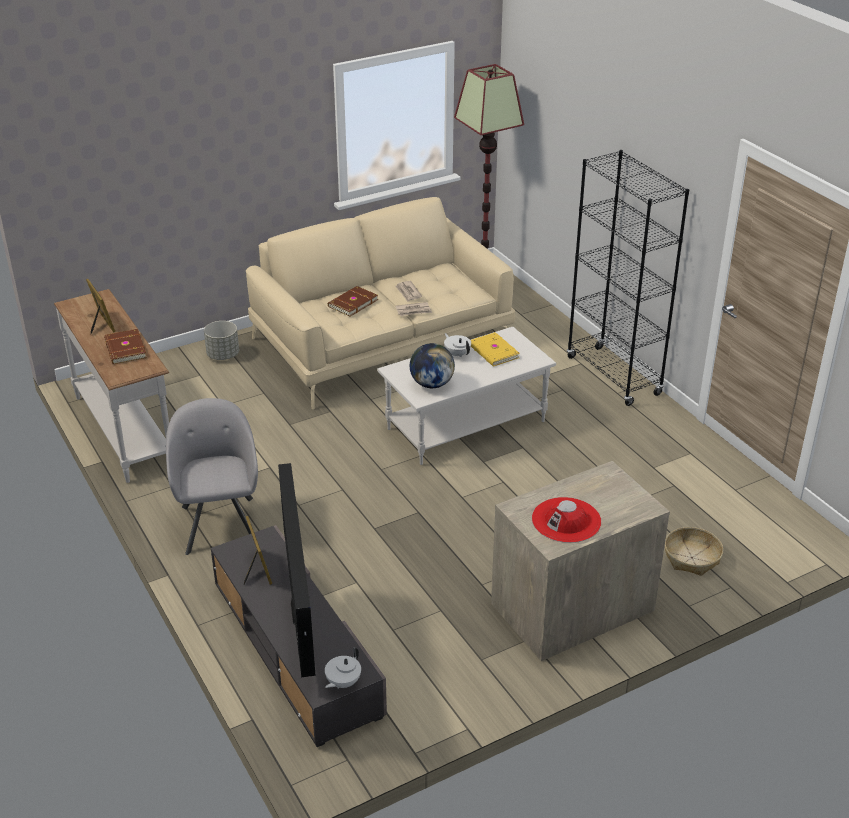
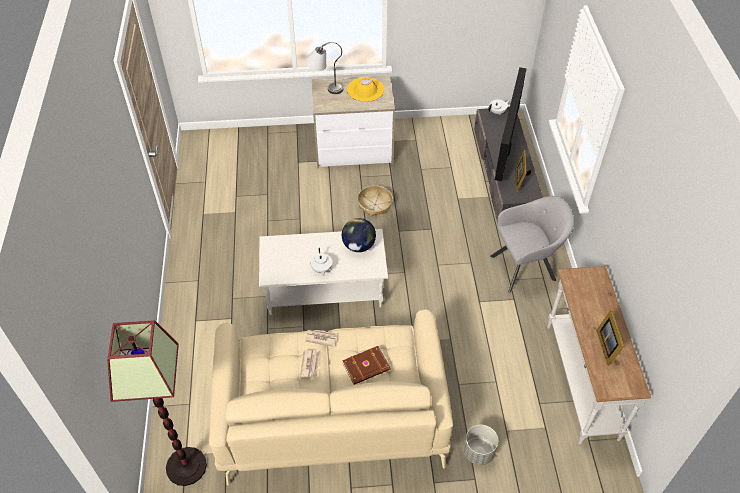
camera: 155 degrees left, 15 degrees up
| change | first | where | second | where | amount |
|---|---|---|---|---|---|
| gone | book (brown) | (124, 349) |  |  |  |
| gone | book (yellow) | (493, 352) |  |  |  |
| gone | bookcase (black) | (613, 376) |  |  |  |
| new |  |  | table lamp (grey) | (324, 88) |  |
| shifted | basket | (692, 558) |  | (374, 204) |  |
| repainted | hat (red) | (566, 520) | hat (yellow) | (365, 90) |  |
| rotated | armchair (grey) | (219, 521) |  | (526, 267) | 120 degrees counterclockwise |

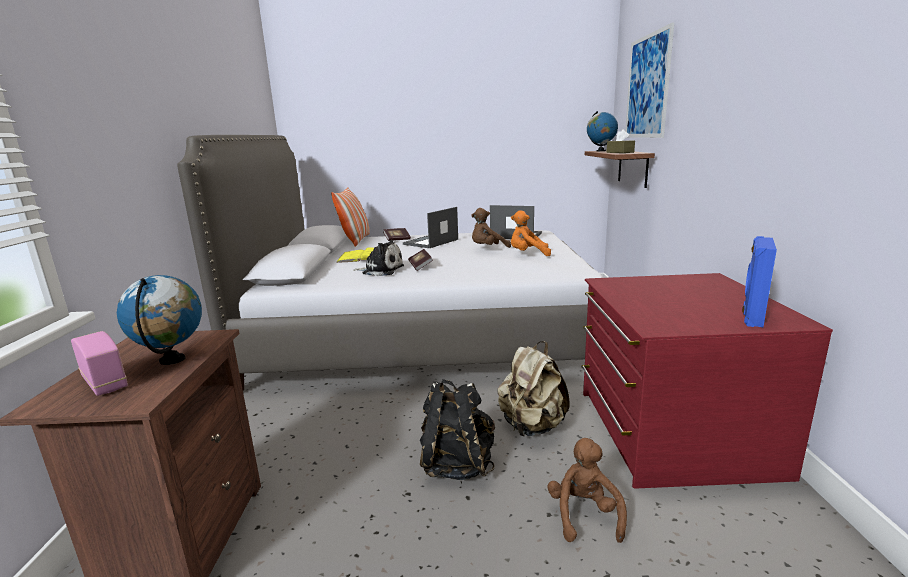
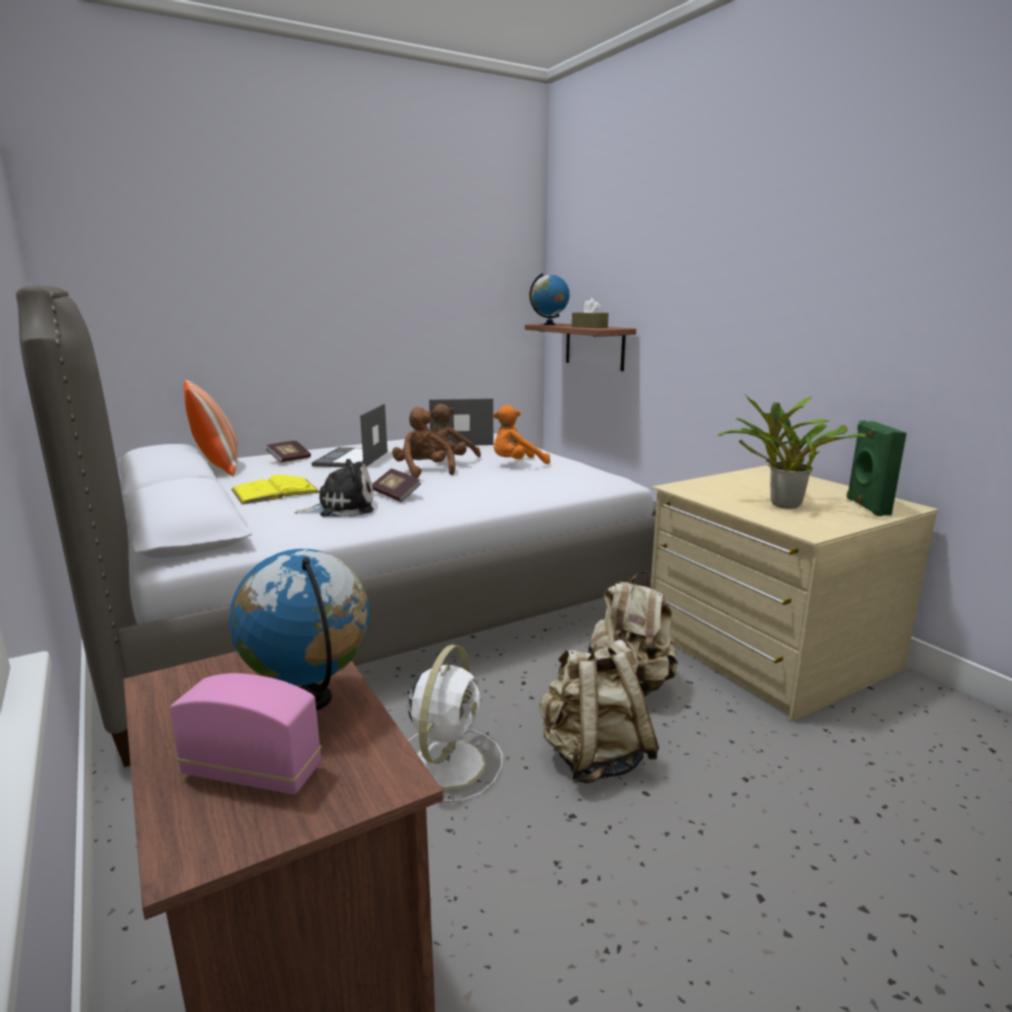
camera: 30 degrees left, 0 degrees up
| change | first | where | second | where | amount |
|---|---|---|---|---|---|
| gone | picture | (647, 87) |  |  |  |
| new |  |  | fan (white) | (449, 762) |  |
| new |  |  | potted plant | (780, 504) |  |
| shifted | plush toy (brown) | (584, 515) |  | (423, 471) |  |
| repainted | backpack (black) | (457, 464) | backpack (beige) | (594, 758) |  |
| repainted | dresser (red) | (671, 431) | dresser (beige) | (766, 651) |  |
| repainted | speaker (blue) | (751, 317) | speaker (green) | (866, 506) |  |

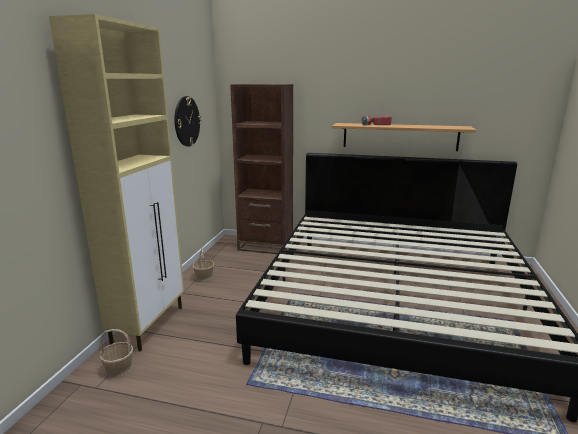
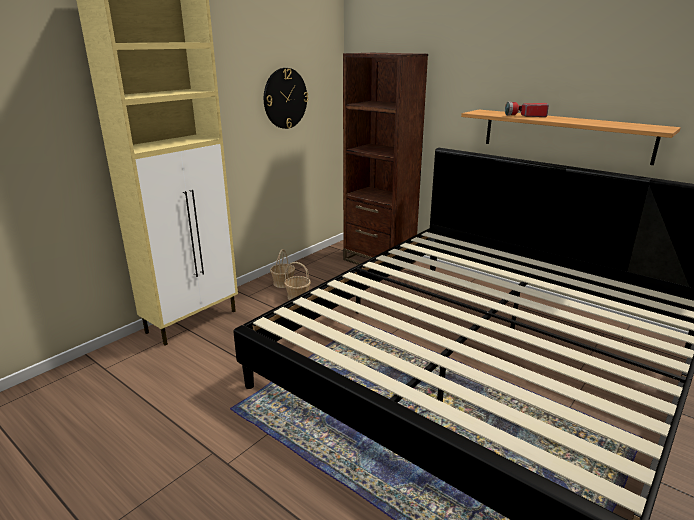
camera: 25 degrees right, 5 degrees up
| change | first | where | second | where | amount |
|---|---|---|---|---|---|
| shifted | basket | (119, 368) |  | (298, 297) |  |

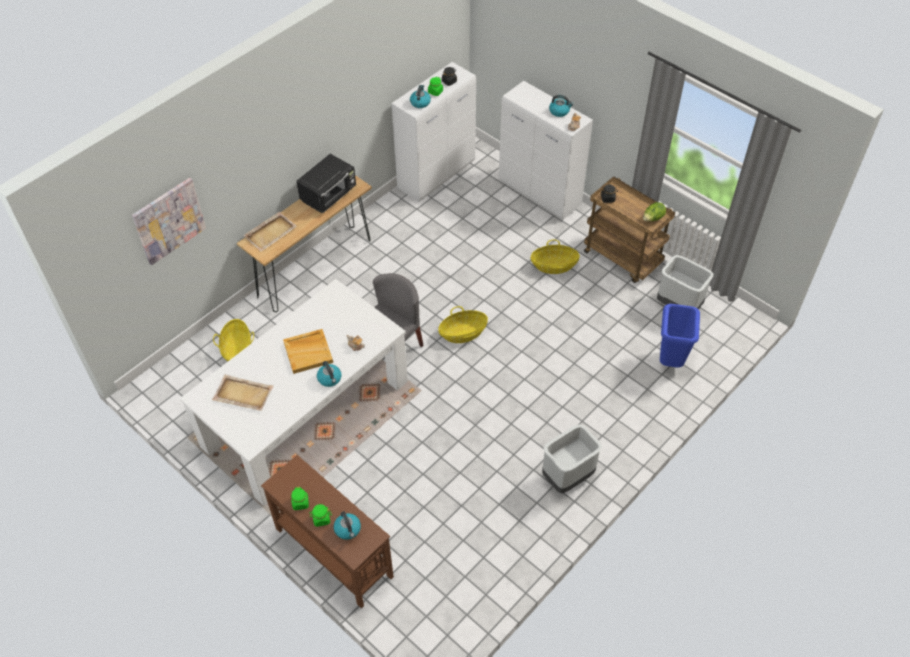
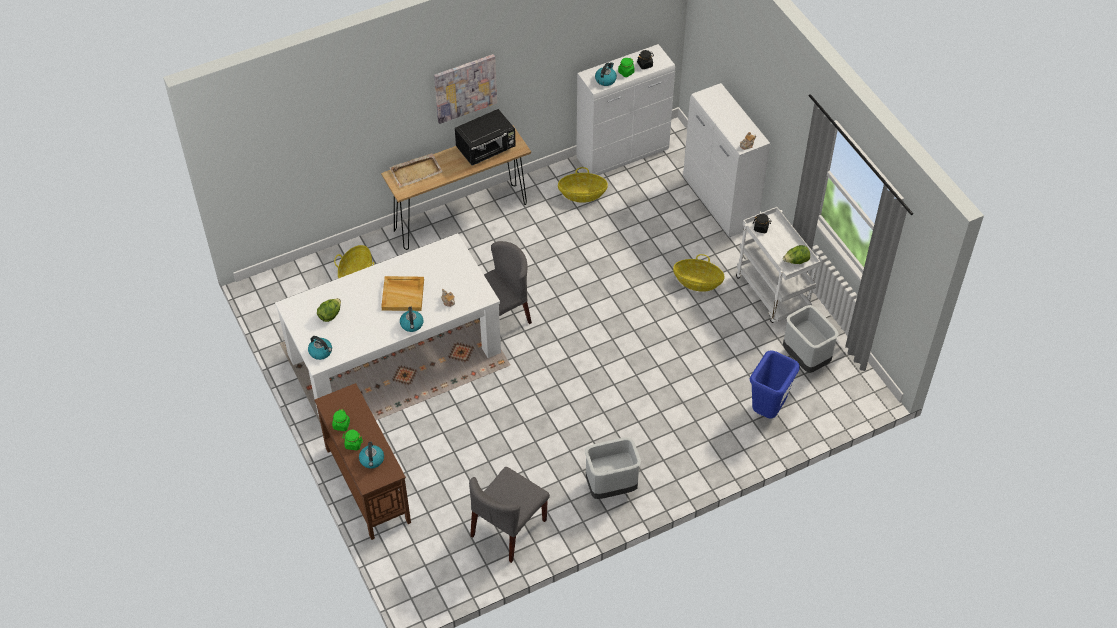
camera: 20 degrees right, 0 degrees up
| change | first | where | second | where | amount |
|---|---|---|---|---|---|
| new |  |  | chair (grey) | (508, 529) |  |
| shifted | picture | (169, 220) |  | (465, 88) |  |
| shifted | basket | (463, 333) |  | (582, 194) |  |
| shifted | kettle | (559, 111) |  | (321, 352) |  |
| swapped | tray (beige) | (242, 394) | lettuce | (330, 315) |  |
| repainted | cart (brown) | (623, 258) | cart (white) | (773, 294) |  |

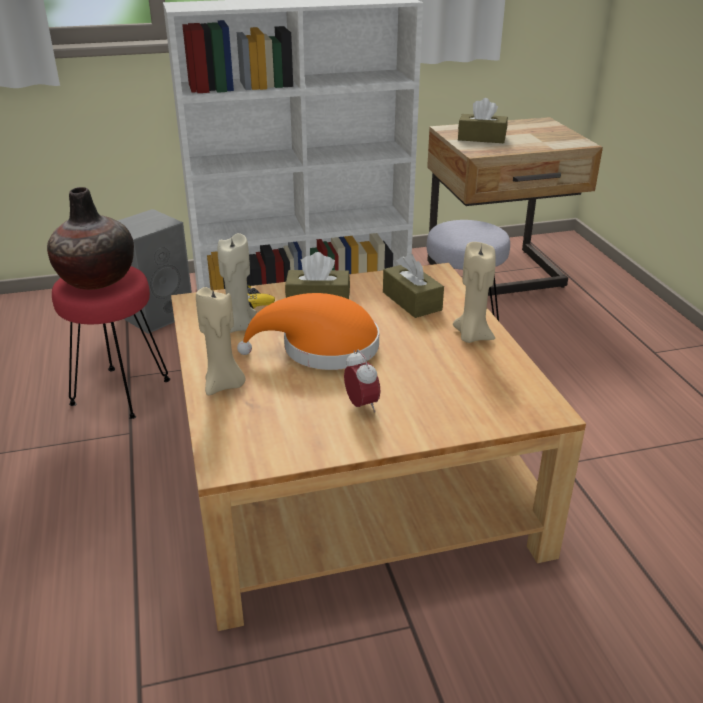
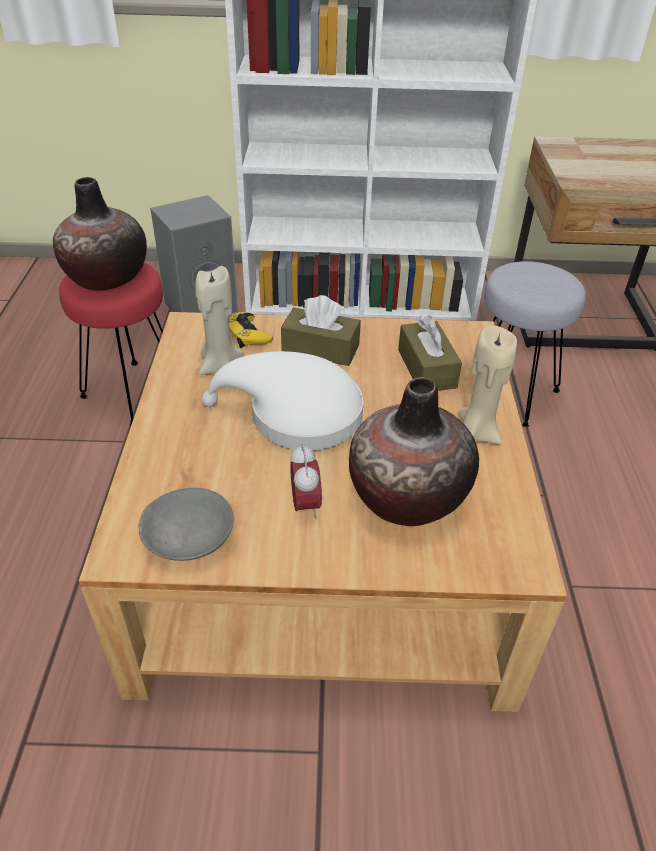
camera: 15 degrees right, 10 degrees up
| change | first | where | second | where | amount |
|---|---|---|---|---|---|
| gone | candle (beige) | (224, 385) |  |  |  |
| gone | tissue box (brown) | (481, 138) |  |  |  |
| new |  |  | bowl (grey) | (187, 536) |  |
| new |  |  | vase | (407, 496) |  |
| repainted | hat (orange) | (322, 348) | hat (white) | (296, 415) |  |

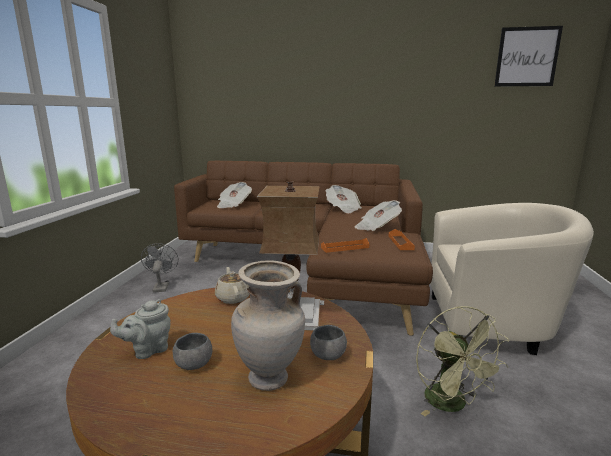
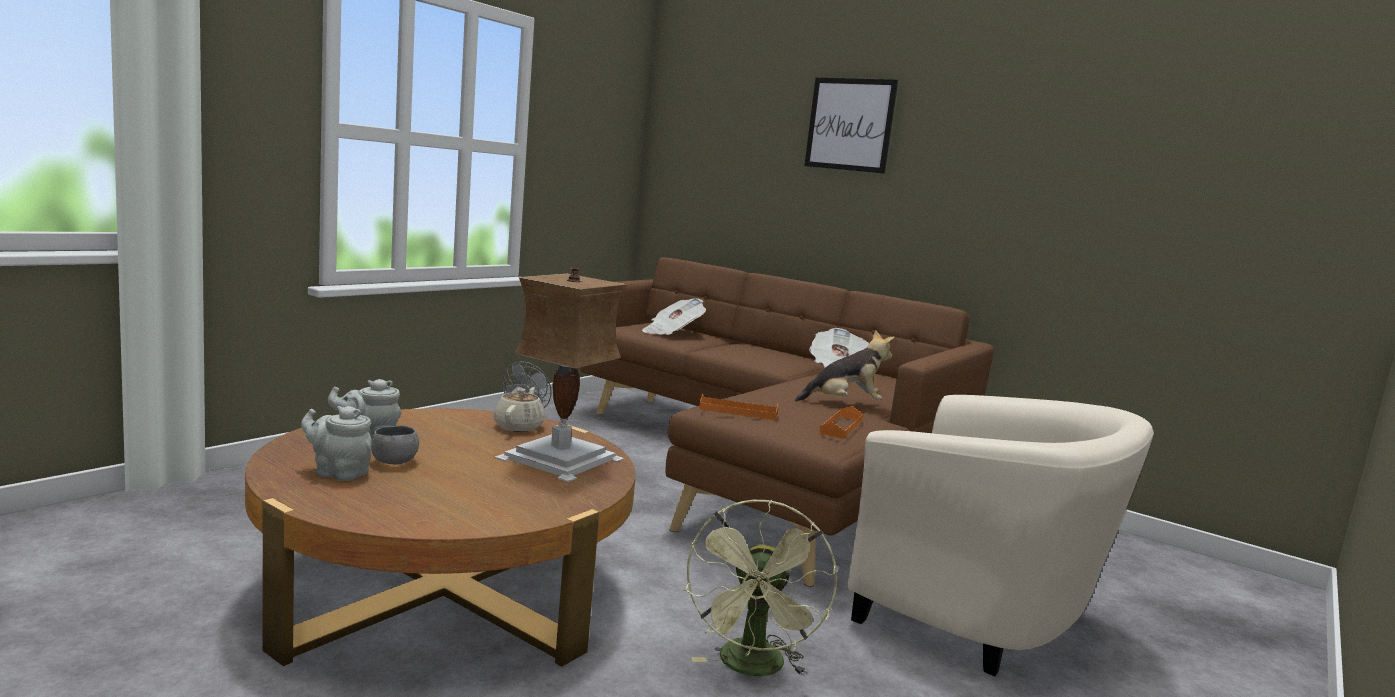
camera: 25 degrees right, 5 degrees down
| change | first | where | second | where | amount |
|---|---|---|---|---|---|
| gone | vase (beige) | (269, 380) |  |  |  |
| gone | bowl (grey) | (328, 355) |  |  |  |
| new |  |  | teapot (grey) | (338, 473) |  |
| shifted | picture | (527, 57) |  | (850, 124) |  |
| swapped | newspaper | (377, 227) | plush toy | (844, 403) |  |

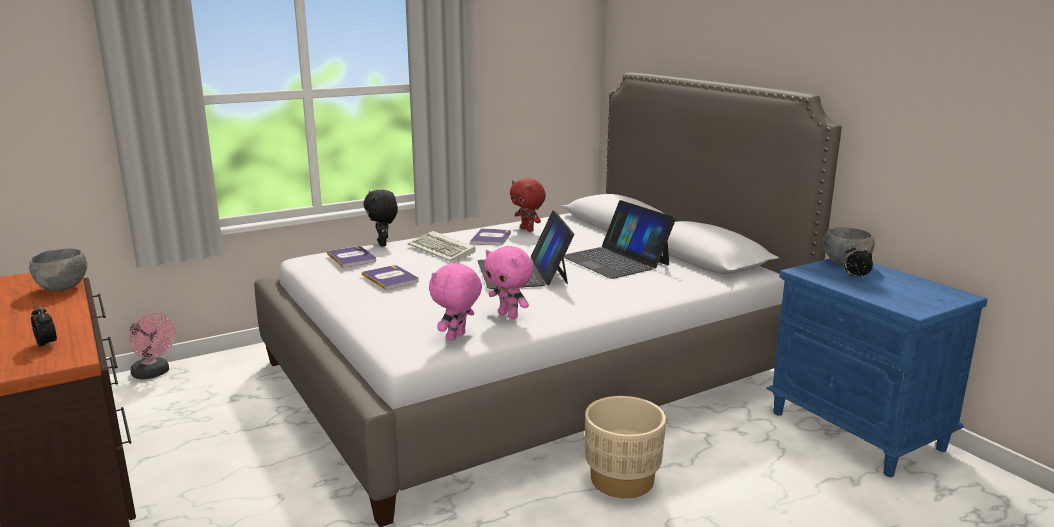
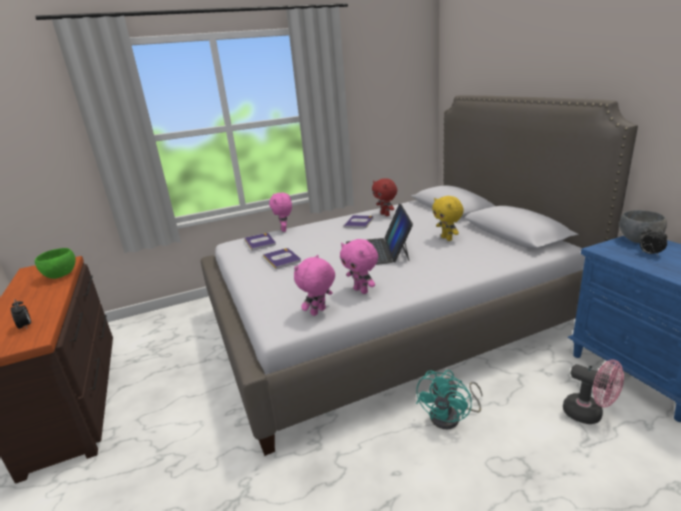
camera: 10 degrees right, 5 degrees up
| change | first | where | second | where | amount |
|---|---|---|---|---|---|
| gone | keyboard | (443, 250) |  |  |  |
| shifted | fan (pink) | (154, 374) |  | (589, 414) |  |
| swapped | laptop | (615, 260) | plush toy (yellow) | (447, 238) |  |
| swapped | planter (beige) | (622, 480) | fan (turquoise) | (451, 417) |  |
| repainted | bowl (grey) | (63, 288) | bowl (green) | (61, 275) |  |
| repainted | plush toy (black) | (383, 244) | plush toy (pink) | (284, 230) |  |

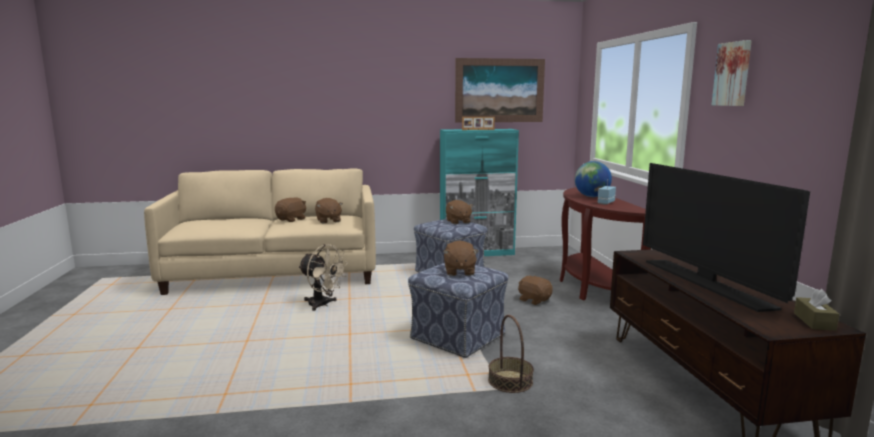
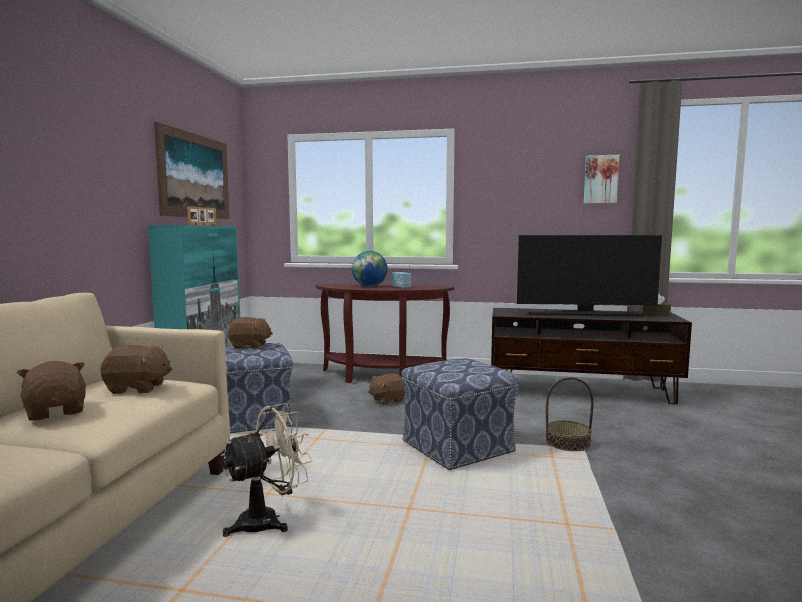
camera: 70 degrees left, 5 degrees down
| change | first | where | second | where | amount |
|---|---|---|---|---|---|
| gone | plush toy (brown) | (459, 271) |  |  |  |
| shifted | picture | (733, 74) |  | (600, 179) |  |

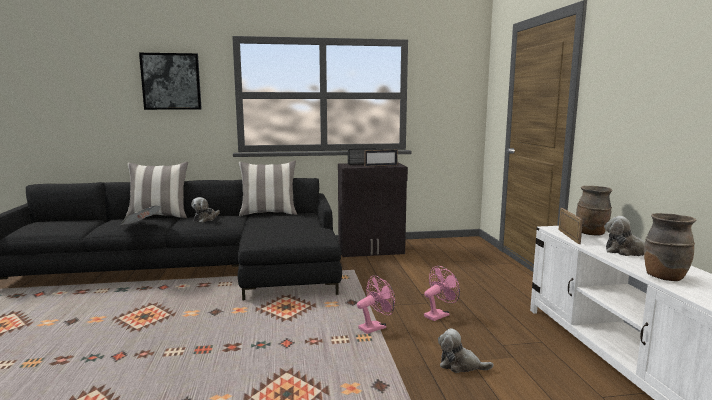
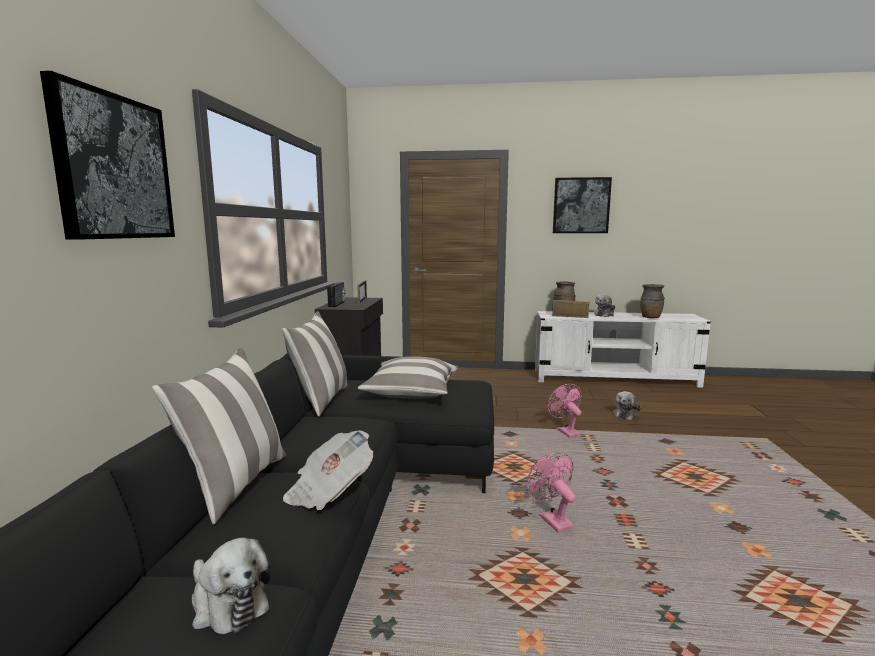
camera: 75 degrees left, 0 degrees up
| change | first | where | second | where | amount |
|---|---|---|---|---|---|
| new |  |  | pillow | (411, 392) |  |
| new |  |  | picture | (581, 205) |  |
| shifted | plush toy | (205, 219) |  | (227, 603) |  |
| shifted | fan (pink) | (439, 315) |  | (551, 519) |  |

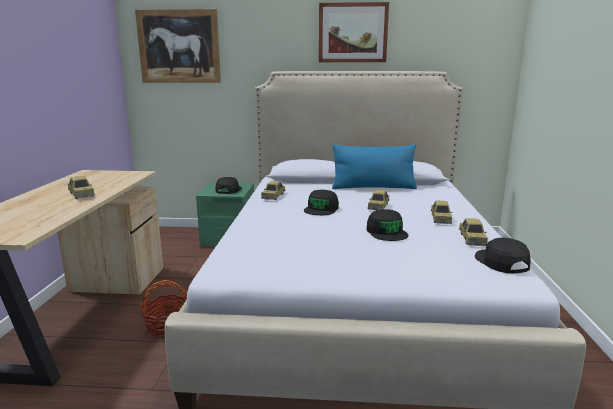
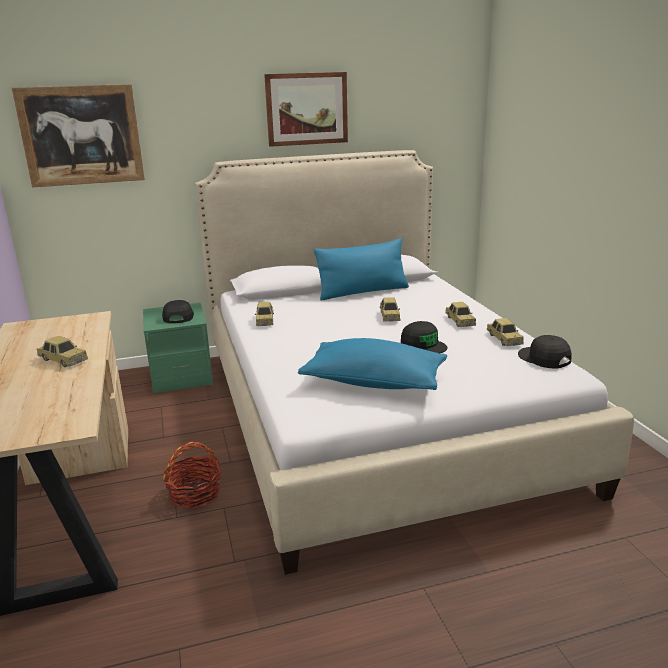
camera: 20 degrees left, 5 degrees up
| change | first | where | second | where | amount |
|---|---|---|---|---|---|
| gone | cap (black) | (321, 209) |  |  |  |
| new |  |  | pillow (blue) | (374, 382) |  |

